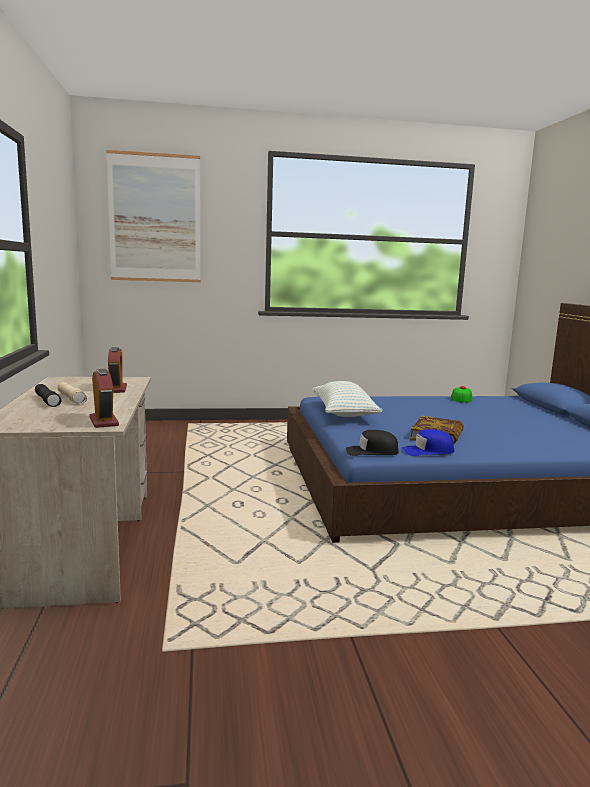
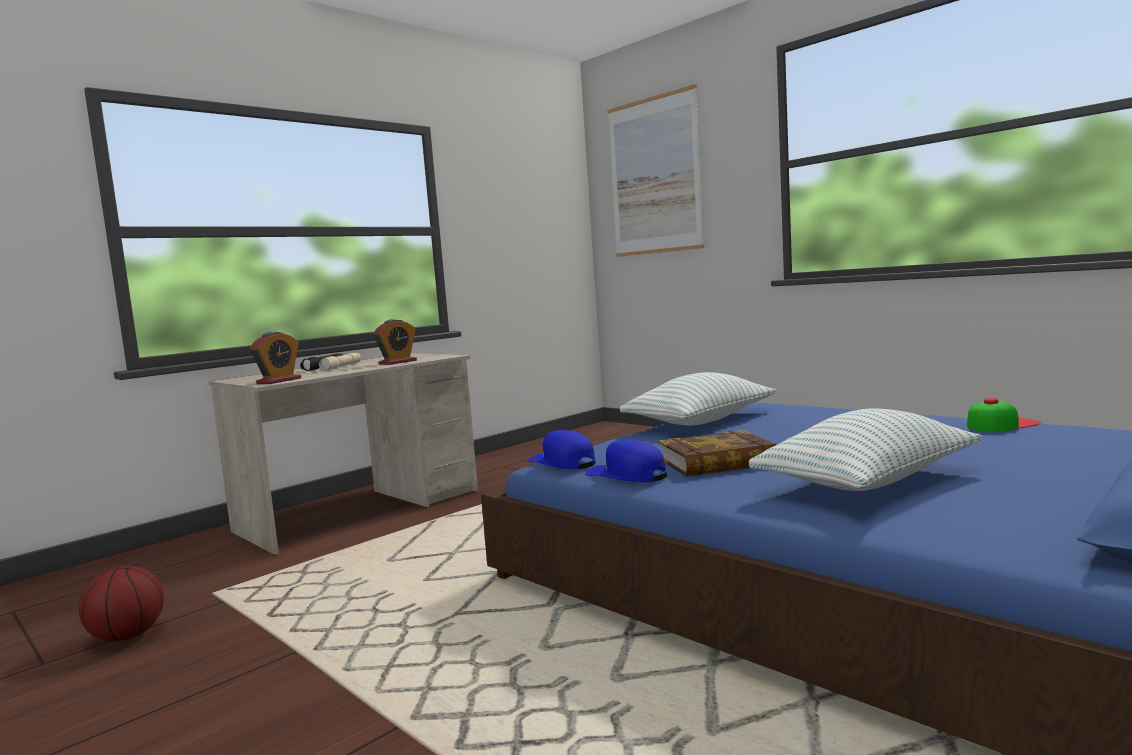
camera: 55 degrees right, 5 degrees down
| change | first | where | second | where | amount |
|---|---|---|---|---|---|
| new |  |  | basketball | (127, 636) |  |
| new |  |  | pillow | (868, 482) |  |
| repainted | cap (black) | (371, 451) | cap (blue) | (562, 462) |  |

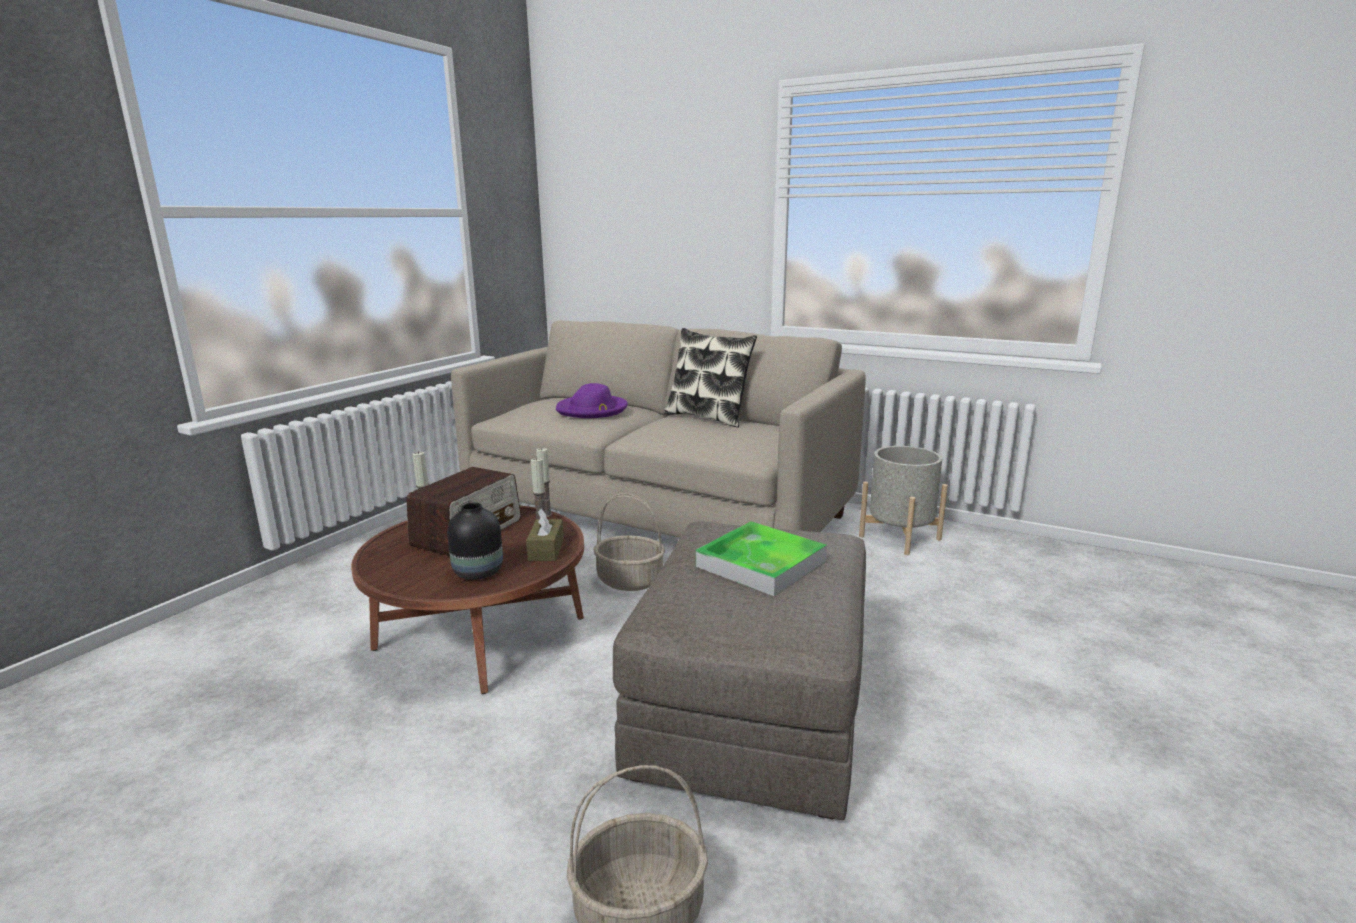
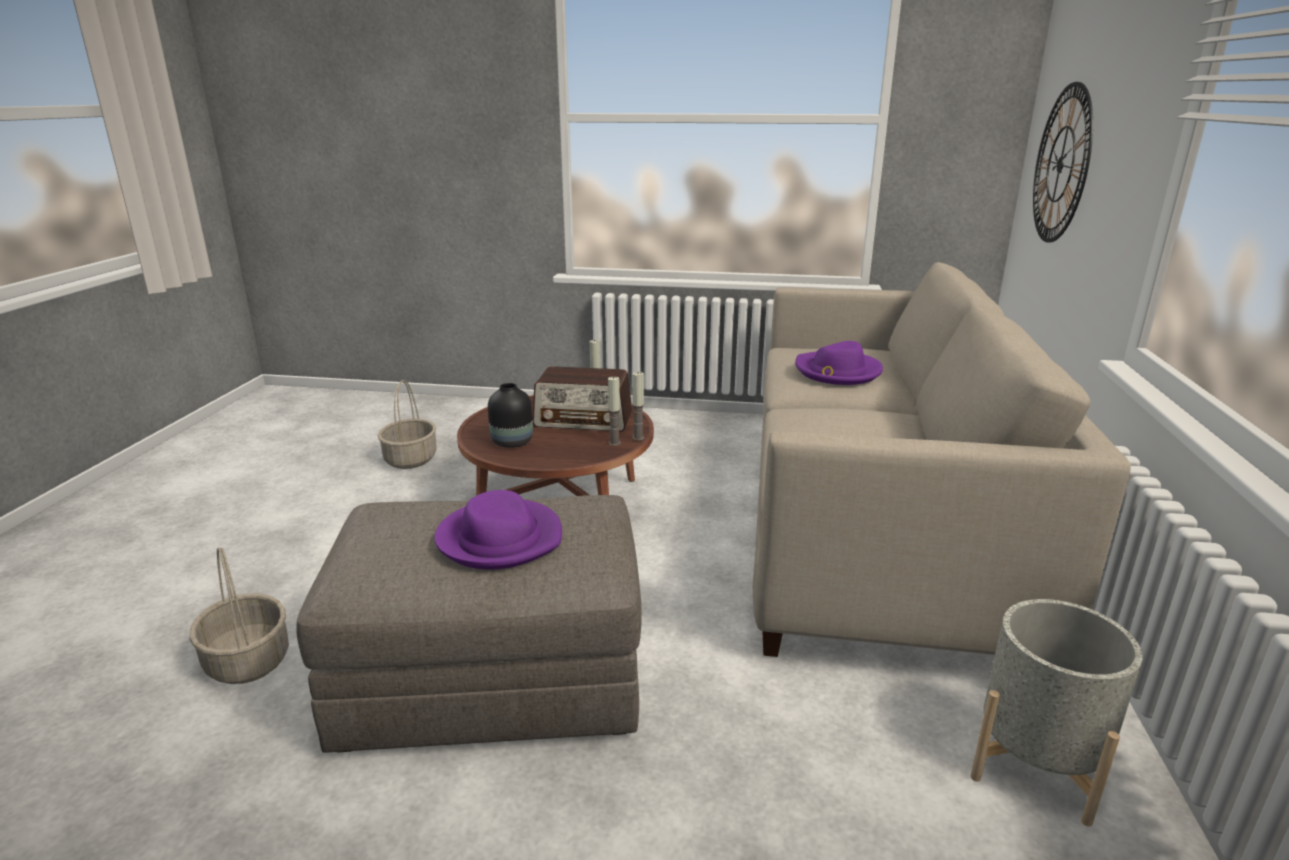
camera: 70 degrees right, 5 degrees up
| change | first | where | second | where | amount |
|---|---|---|---|---|---|
| gone | tissue box (brown) | (546, 549) |  |  |  |
| gone | pillow | (708, 417) |  |  |  |
| new |  |  | wall clock | (1061, 164) |  |
| shifted | basket | (631, 580) |  | (411, 459) |  |
| swapped | tray | (761, 564) | hat (purple) | (500, 538) |  |

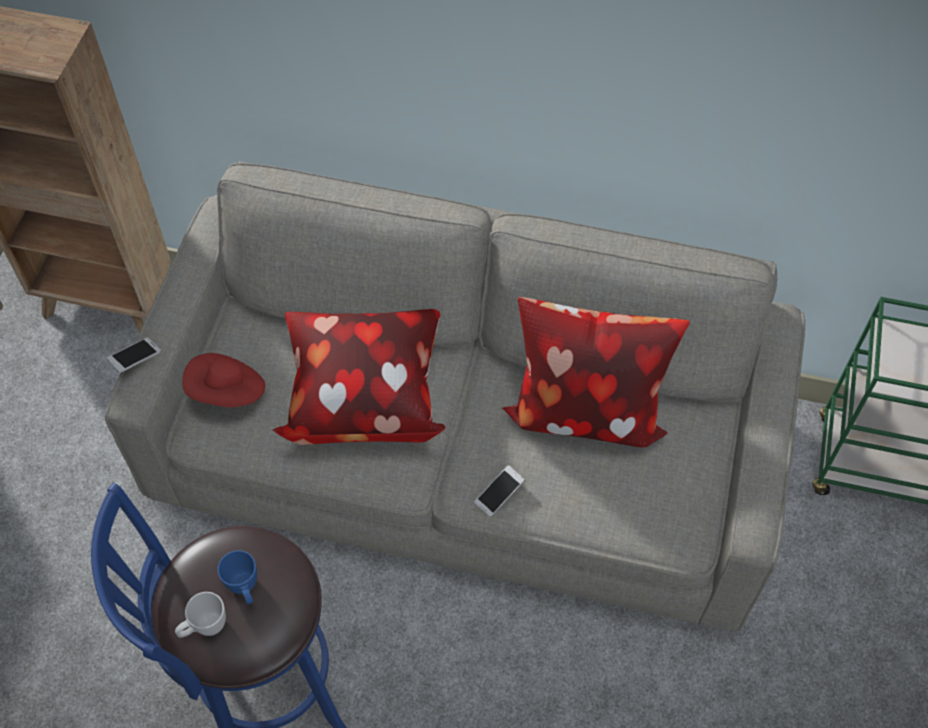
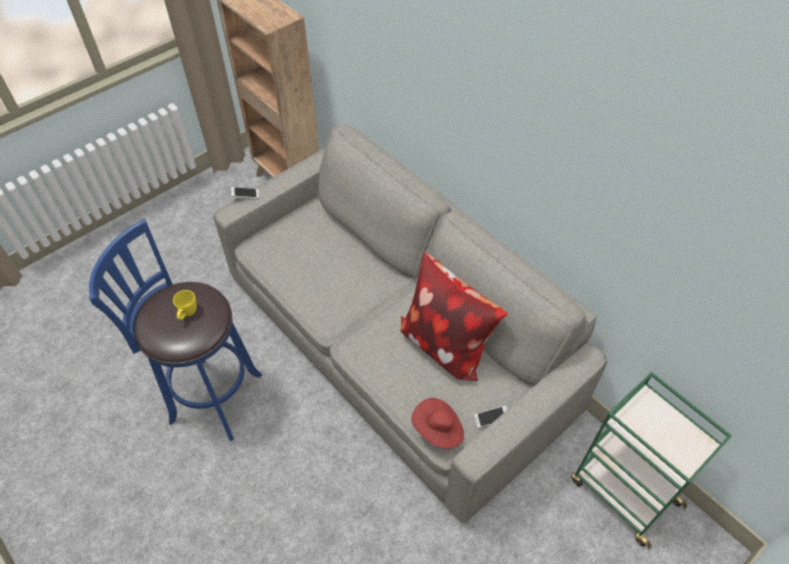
camera: 35 degrees right, 5 degrees down
| change | first | where | second | where | amount |
|---|---|---|---|---|---|
| gone | mug (white) | (204, 628) |  |  |  |
| gone | pillow | (363, 395) |  |  |  |
| shifted | hat (red) | (227, 392) |  | (438, 430) |  |
| shifted | phone | (499, 494) |  | (491, 419) |  |
| repainted | mug (blue) | (245, 589) | mug (yellow) | (187, 314) |  |

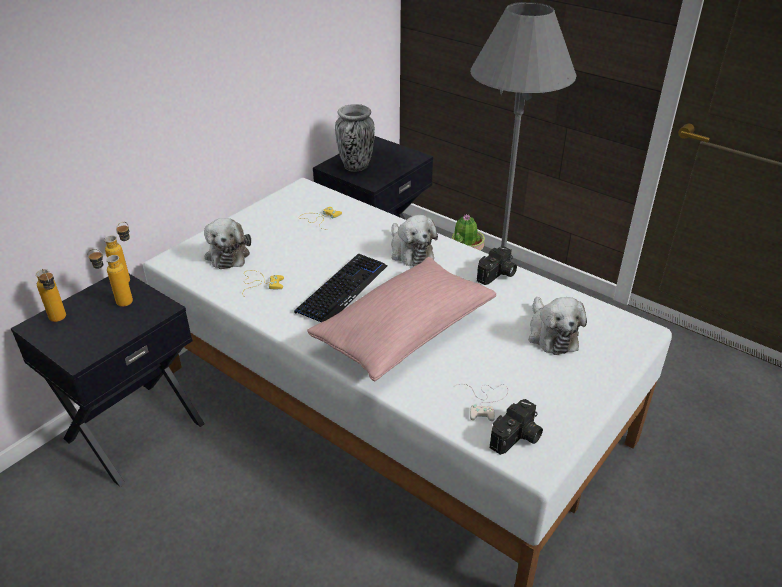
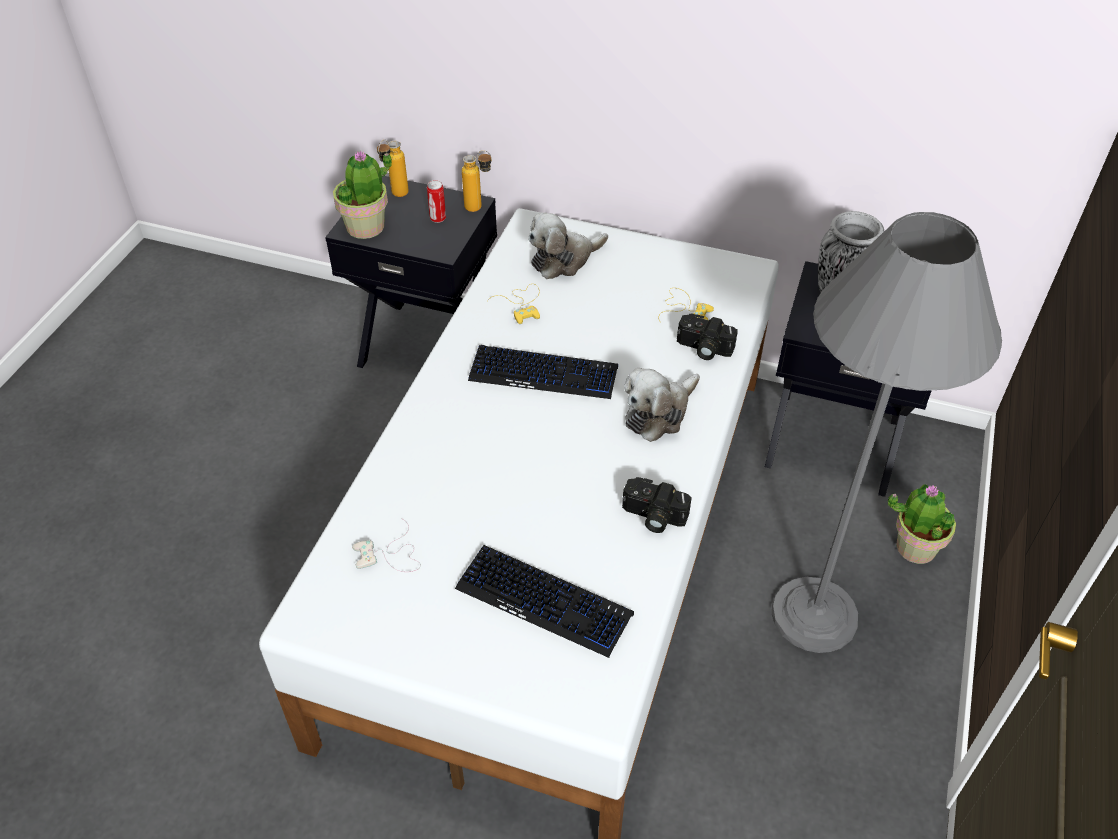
camera: 70 degrees right, 10 degrees up
| change | first | where | second | where | amount |
|---|---|---|---|---|---|
| gone | pillow (pink) | (404, 333) |  |  |  |
| new |  |  | potted plant | (366, 227) |  |
| shifted | photo camera | (517, 438) |  | (703, 349) |  |
| swapped | bottle | (117, 303) | can | (438, 218) |  |
| swapped | plush toy | (551, 334) | keyboard | (544, 601) |  |

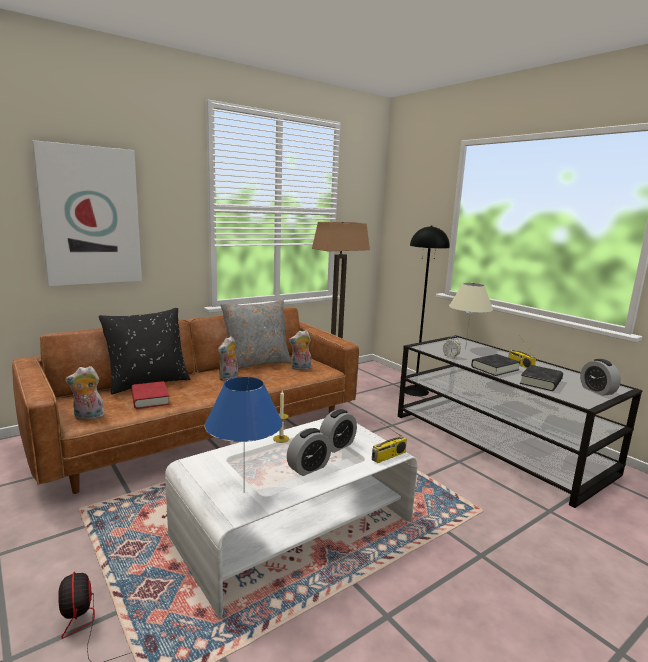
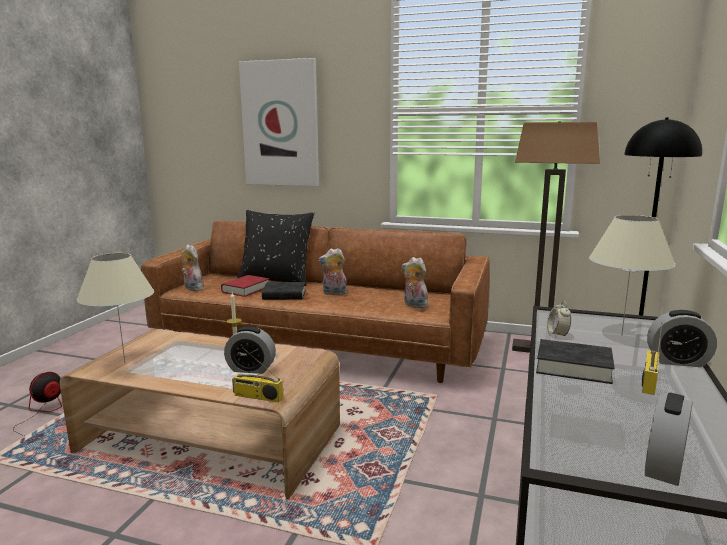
camera: 55 degrees right, 0 degrees up
| change | first | where | second | where | amount |
|---|---|---|---|---|---|
| gone | pillow (grey) | (256, 363) |  |  |  |
| shifted | alarm clock | (308, 468) |  | (677, 361) |  |
| shifted | book (black) | (541, 382) |  | (284, 295) |  |
| repainted | coffee table (white) | (294, 528) | coffee table (brown) | (211, 439) |  |
| repainted | table lamp (blue) | (244, 492) | table lamp (beige) | (125, 362) |  |

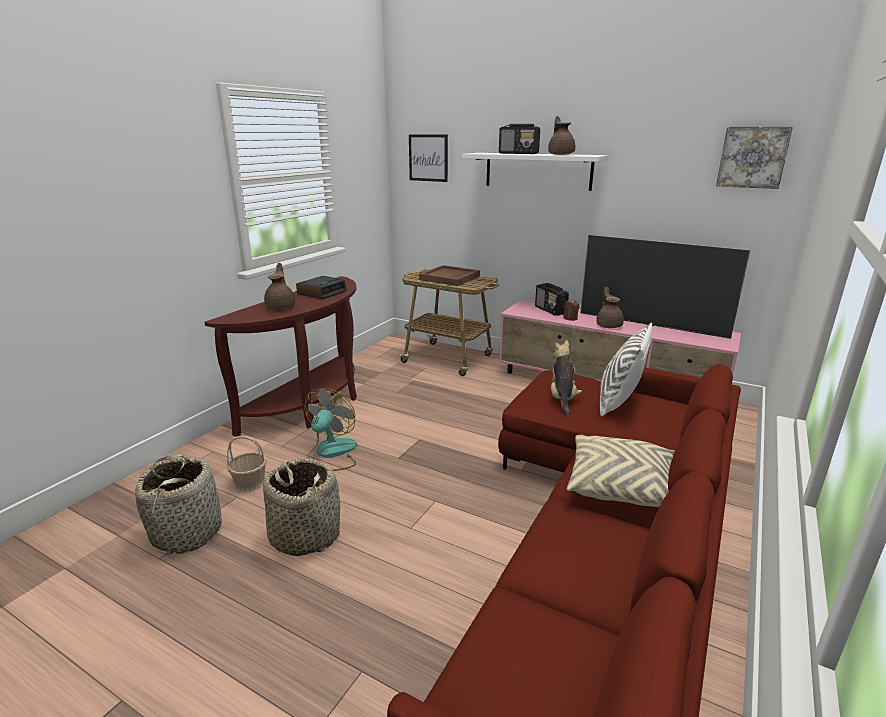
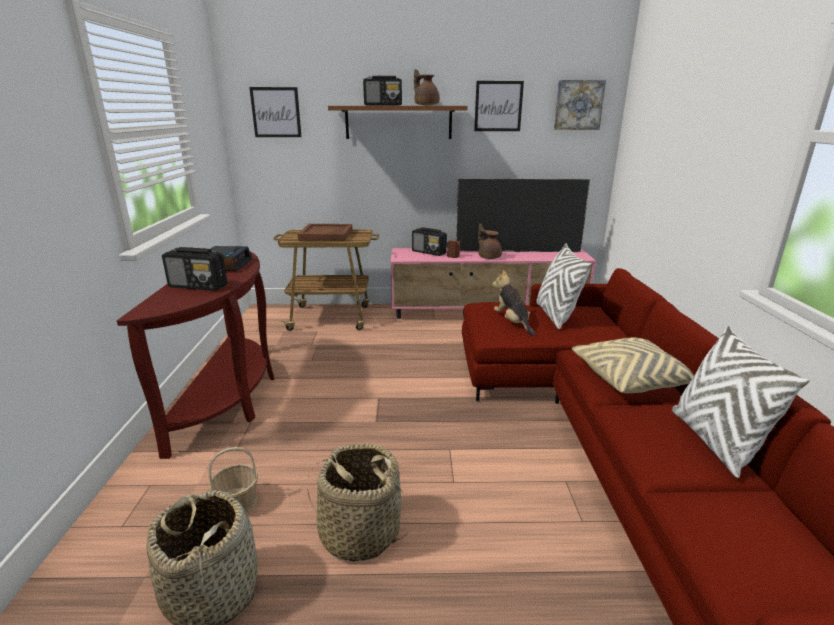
camera: 30 degrees left, 0 degrees up
| change | first | where | second | where | amount |
|---|---|---|---|---|---|
| gone | fan | (330, 453) |  |  |  |
| new |  |  | picture | (498, 106) |  |
| new |  |  | pillow (white) | (714, 441) |  |
| swapped | teapot (brown) | (281, 306) | radio | (198, 286) |  |
| repainted | shelf (white) | (537, 171) | shelf (brown) | (398, 122) |  |

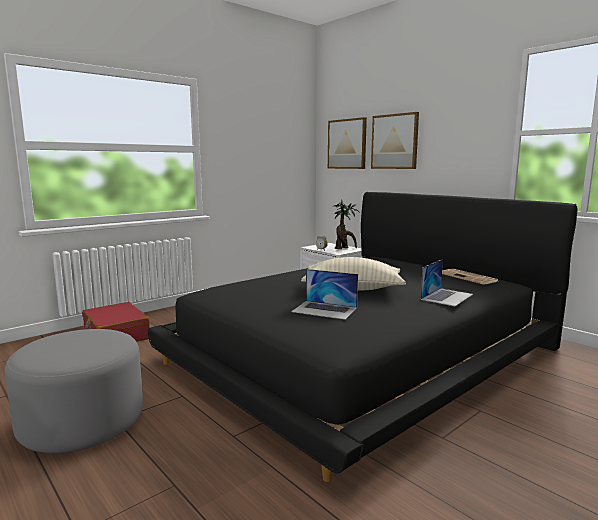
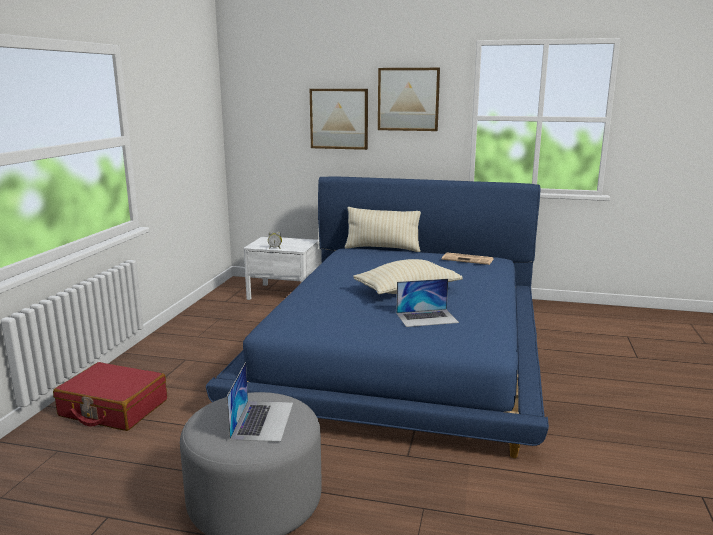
camera: 35 degrees left, 5 degrees up
| change | first | where | second | where | amount |
|---|---|---|---|---|---|
| gone | potted plant | (344, 248) |  |  |  |
| new |  |  | pillow (beige) | (382, 249) |  |
| shifted | picture | (347, 144) |  | (408, 99) |  |
| shifted | laptop | (447, 297) |  | (262, 420) |  |
| repainted | bed (black) | (363, 353) | bed (blue) | (401, 351) |  |

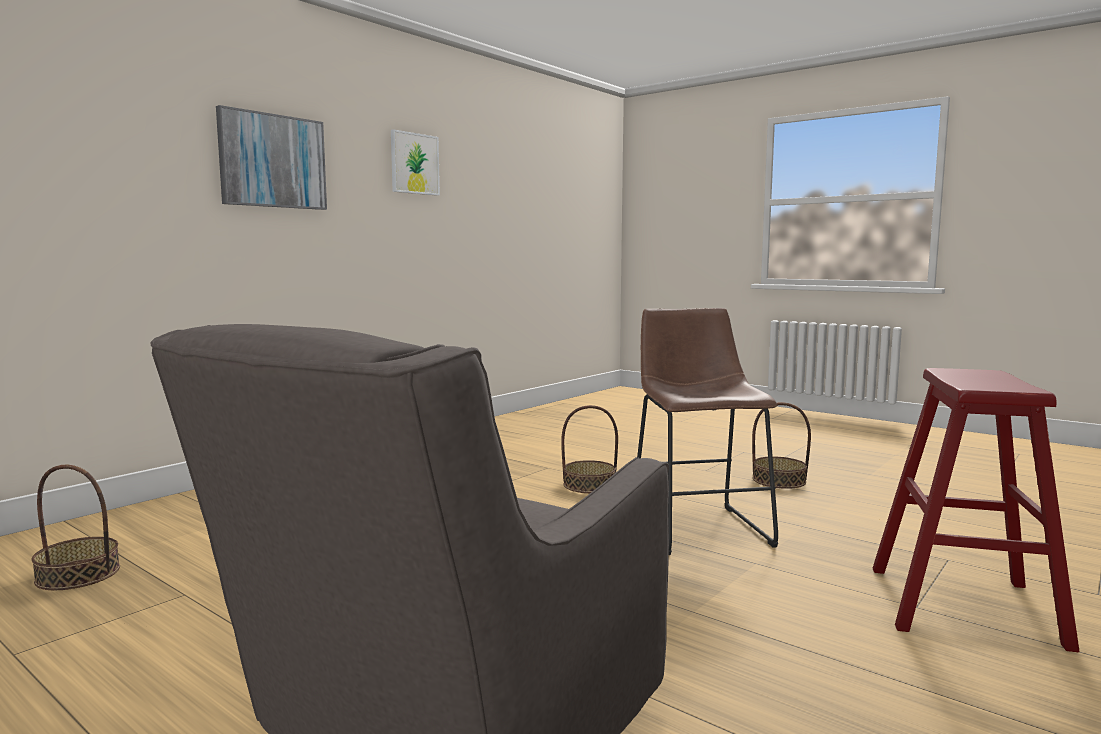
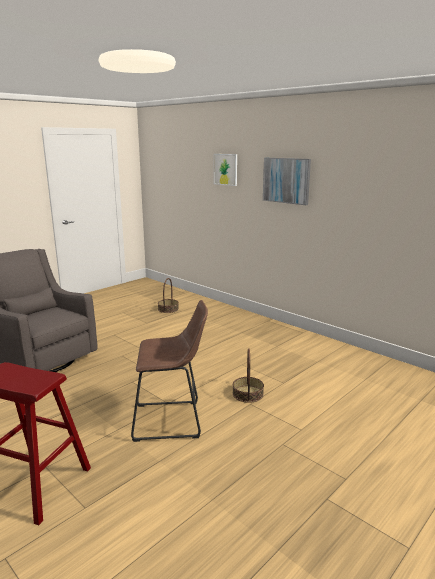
camera: 95 degrees right, 10 degrees up
| change | first | where | second | where | amount |
|---|---|---|---|---|---|
| gone | basket | (779, 480) |  |  |  |
| shifted | picture | (414, 163) |  | (225, 169) |  |

